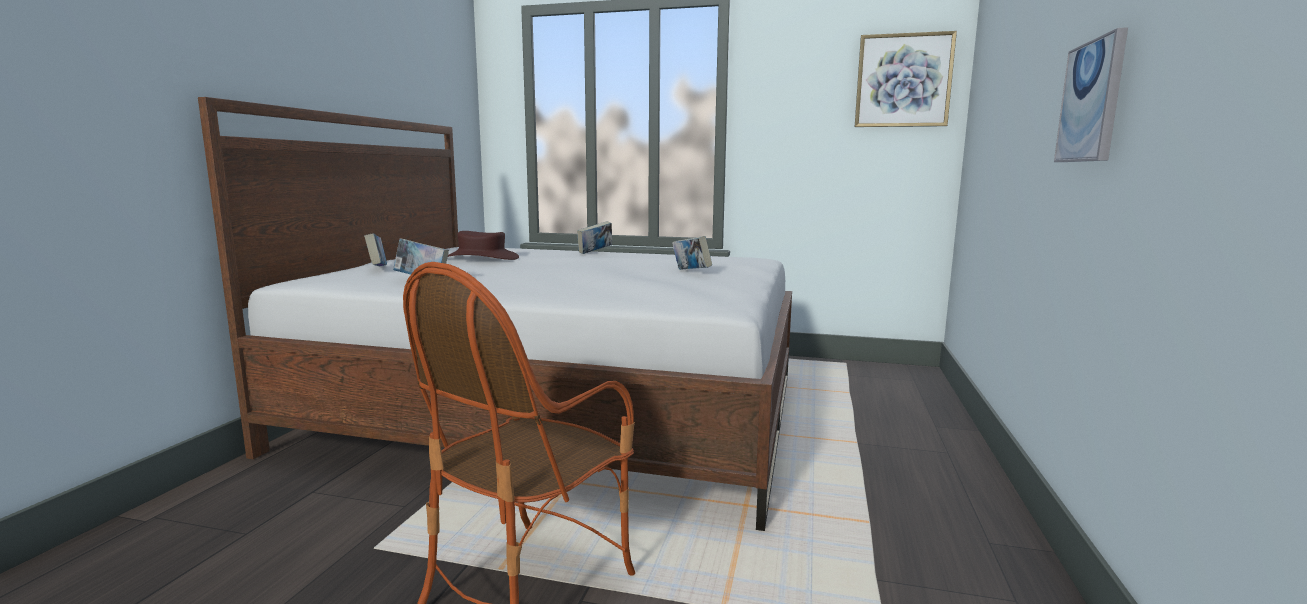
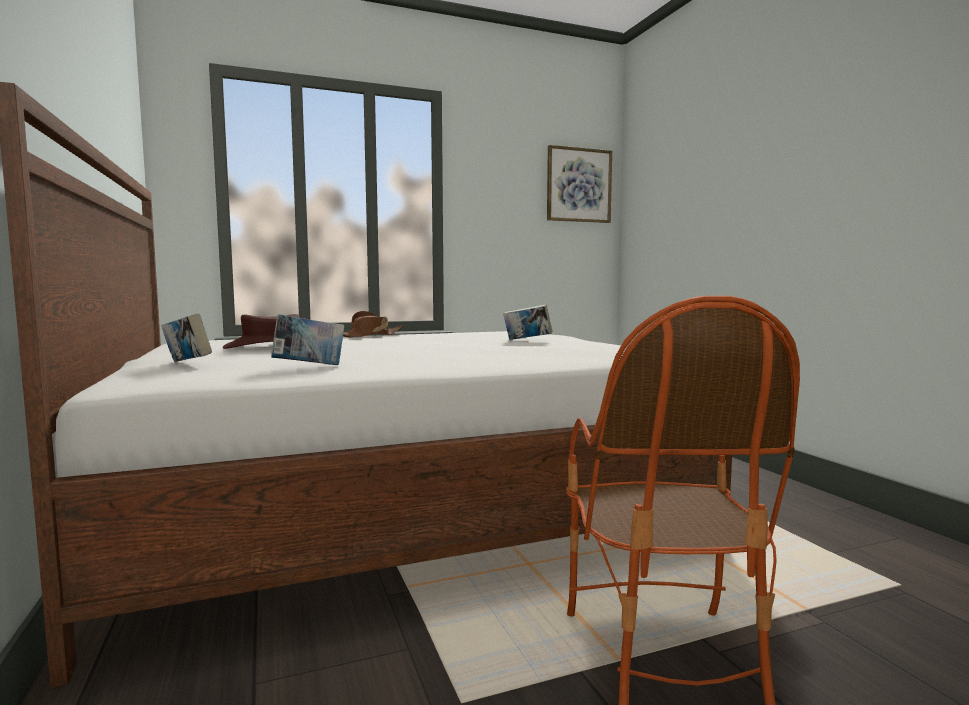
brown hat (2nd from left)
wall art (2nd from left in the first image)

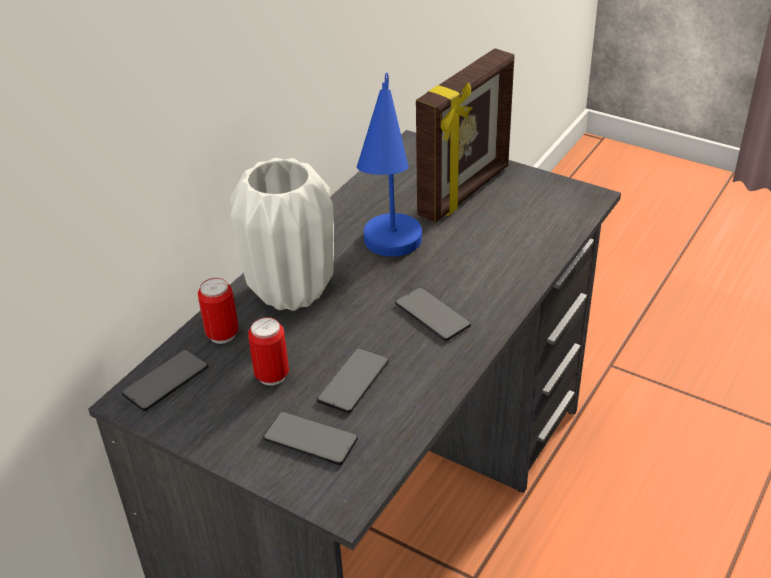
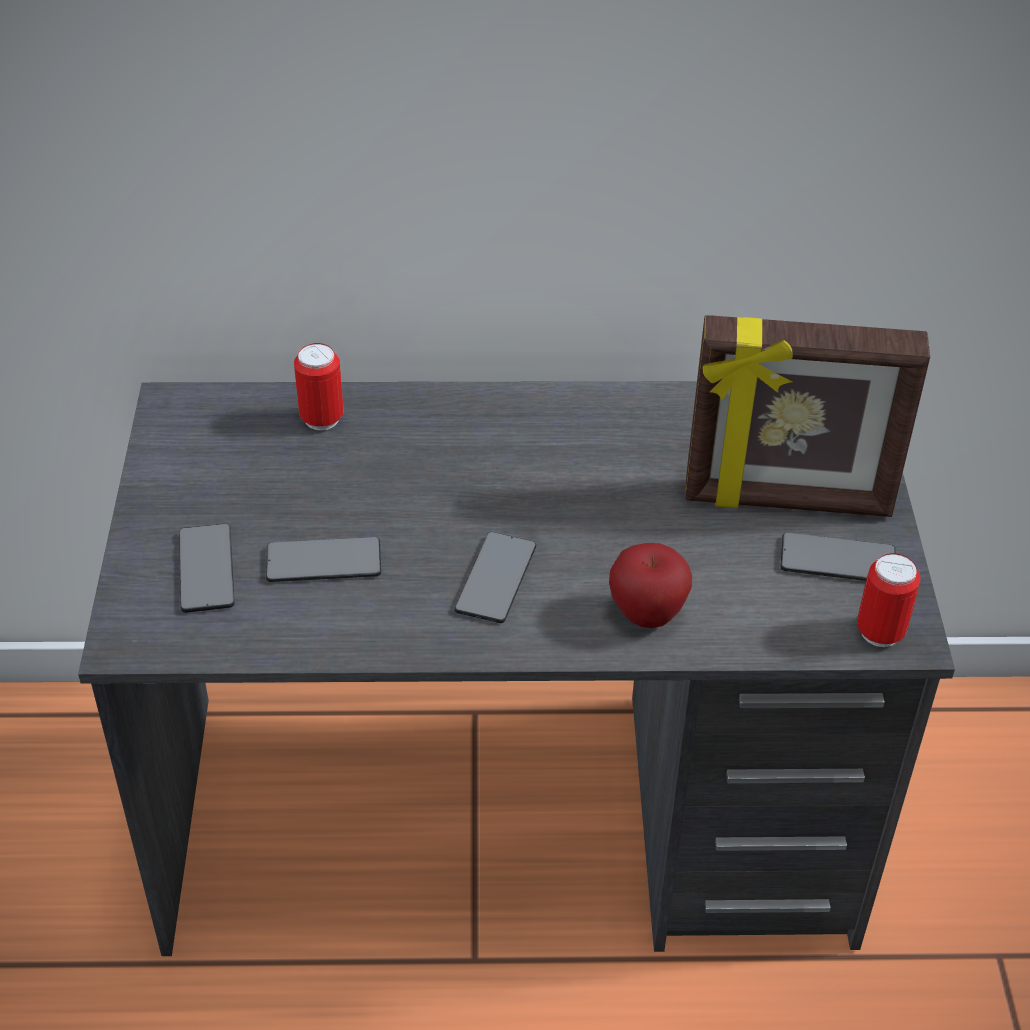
whole apple
phone (4th from left)
sealed can (2nd from left)
whitish flower vase
bluish table lamp

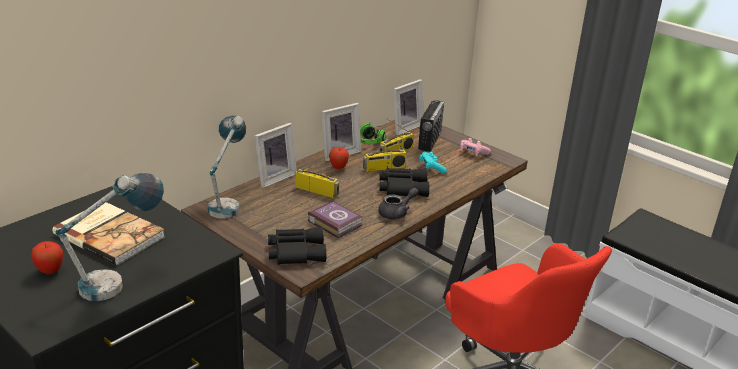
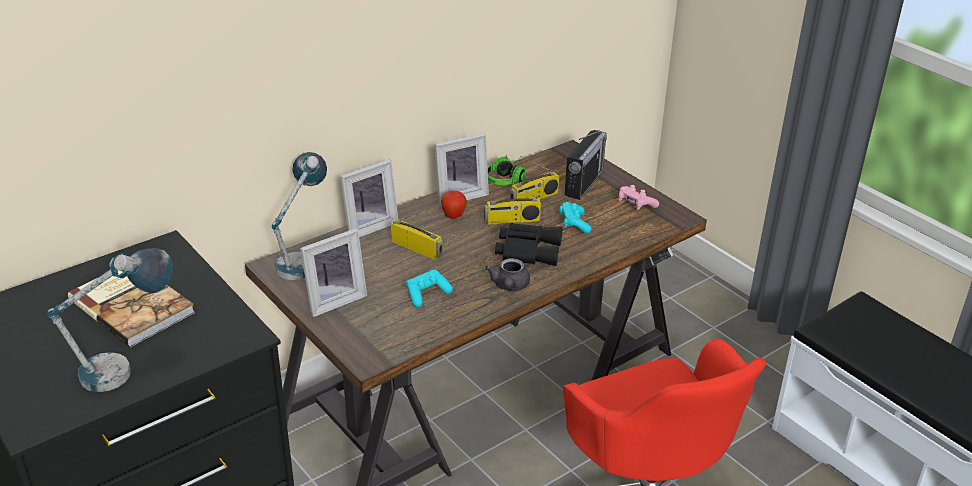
standing frame (1st from left)
blue-green game controller (1st from left)
gray tea pot
whole apple (1st from left in the first image)
blackish pair of binoculars (1st from left in the first image)

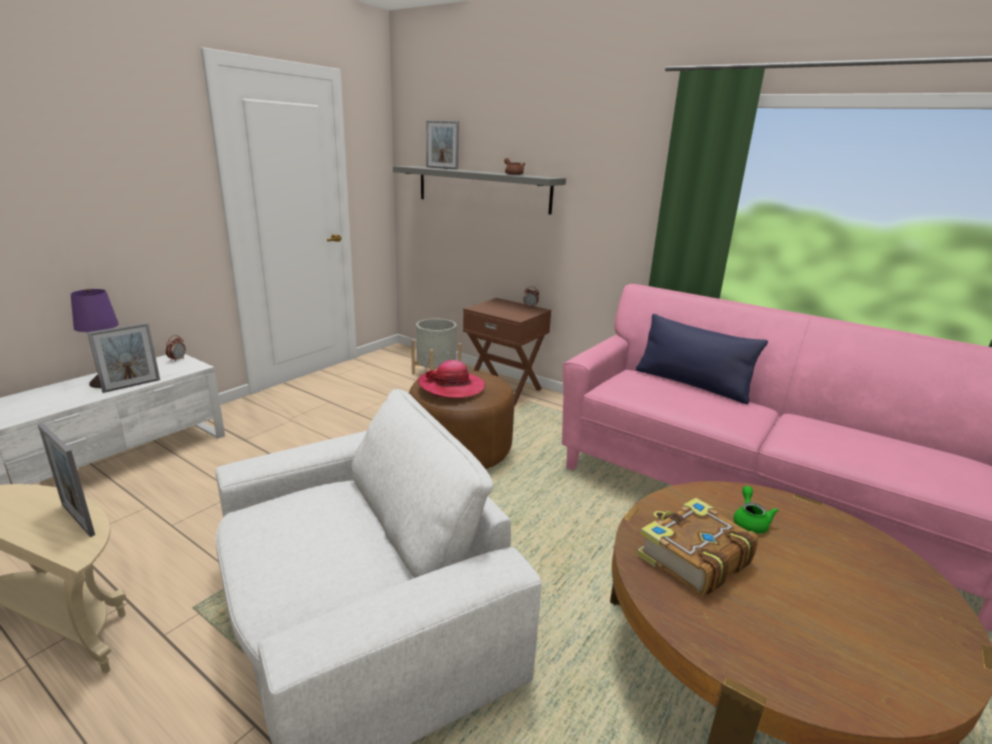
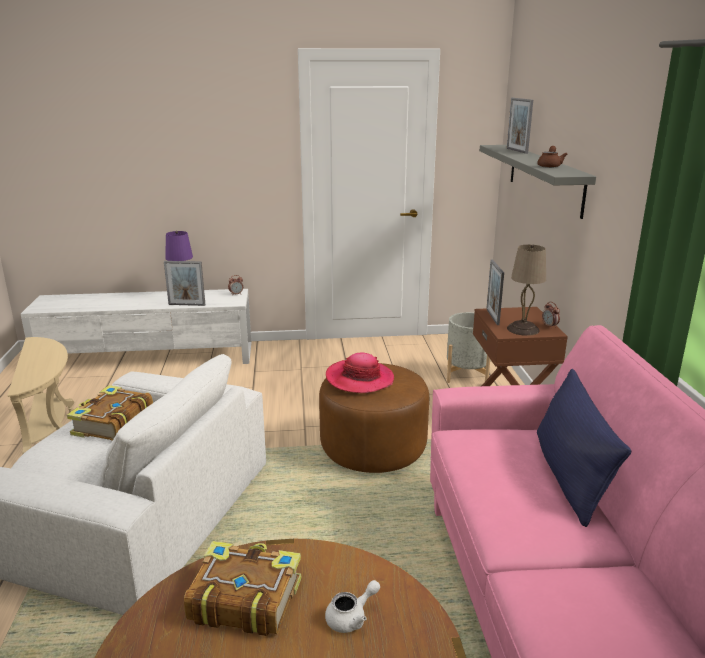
bound book (1st from left)
whitish tea pot
standing frame (2nd from left)
sand-coloured table lamp

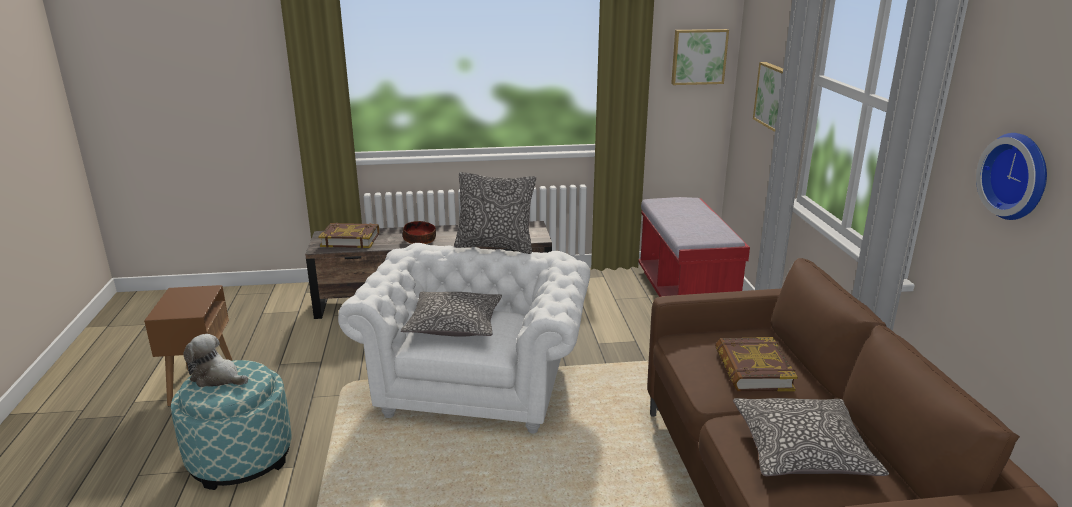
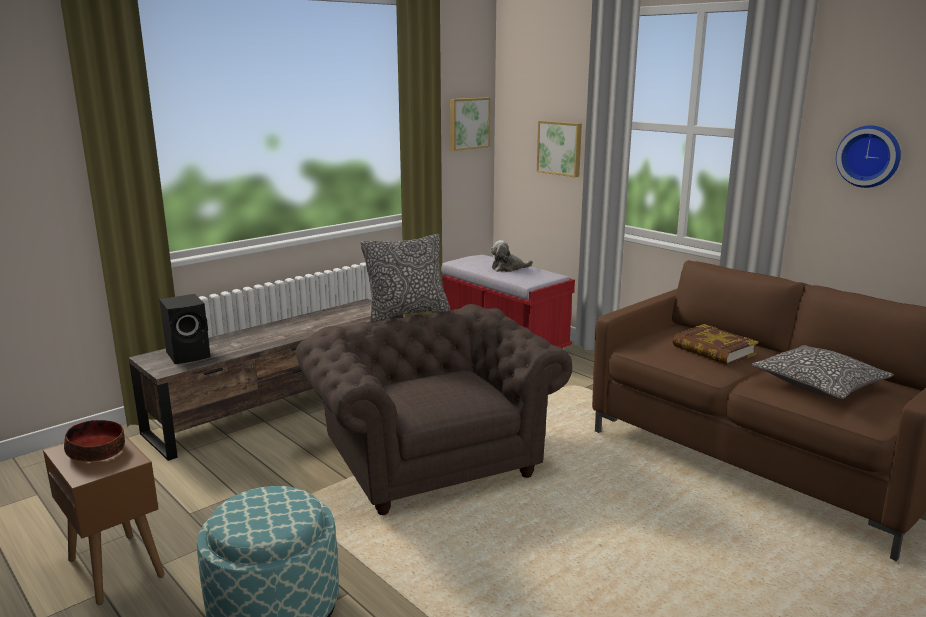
bowl
blackish speaker
brown armchair
cuddly toy
pillow (1st from left in the first image)

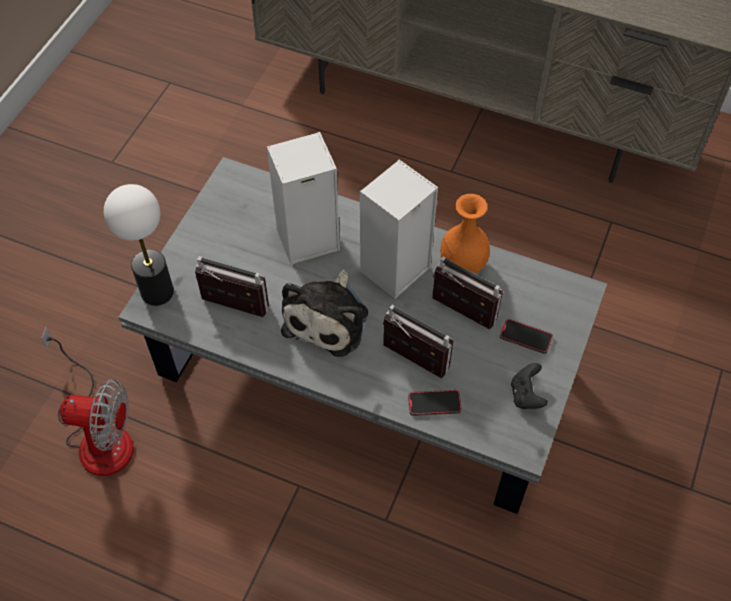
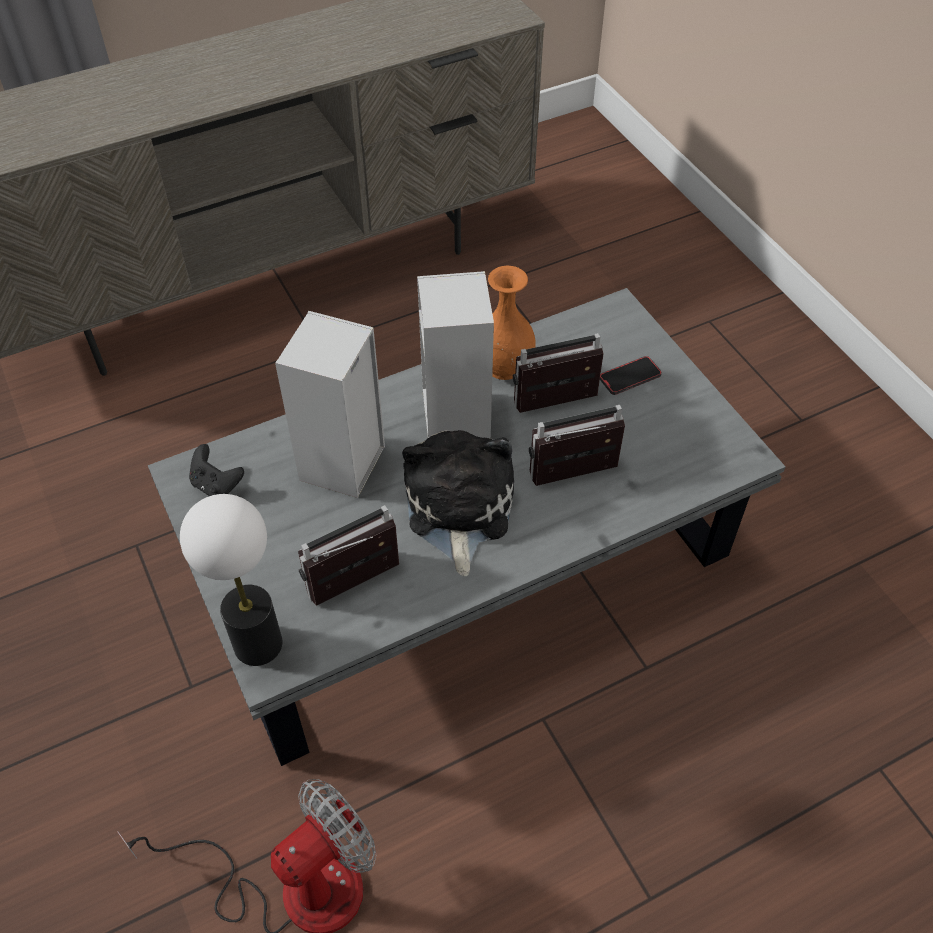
blackish game controller
cuddly toy
phone (1st from left in the first image)

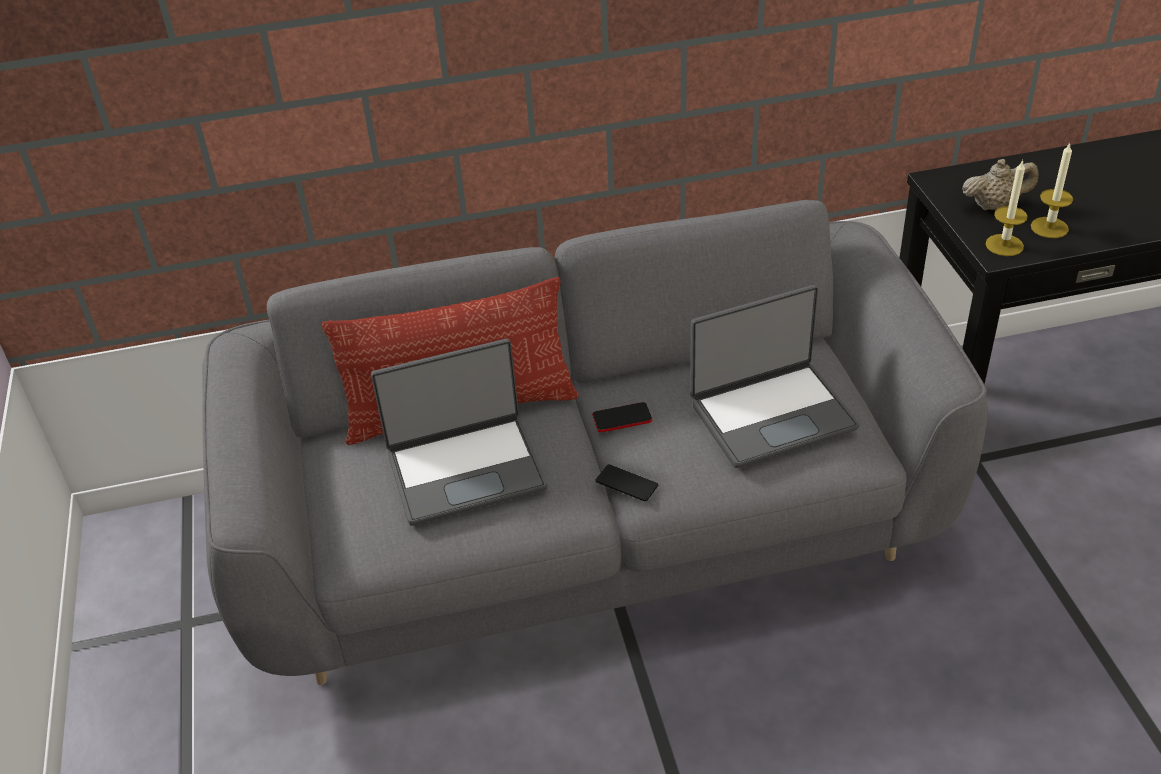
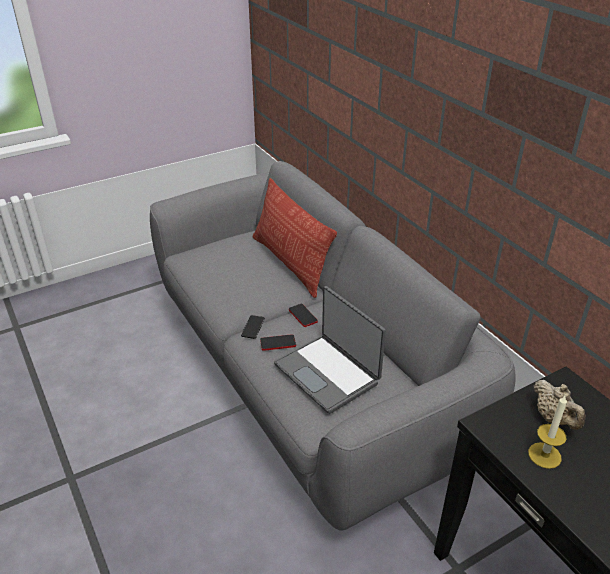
phone (2nd from left)
portable computer (1st from left in the first image)
candle (1st from left in the first image)

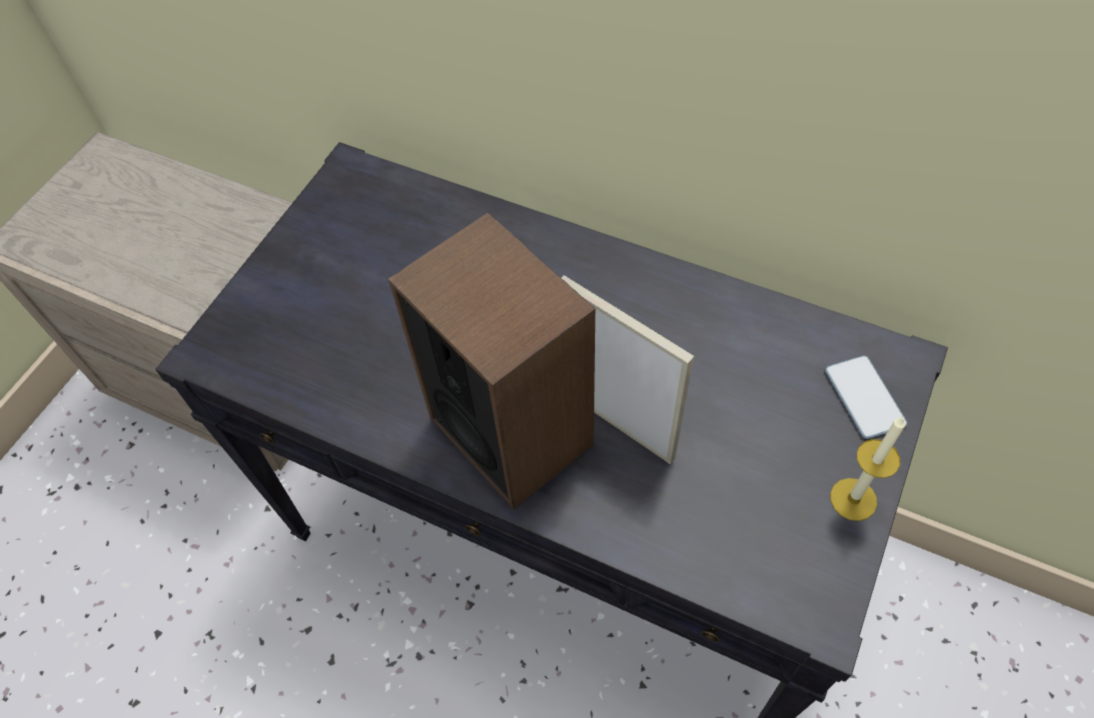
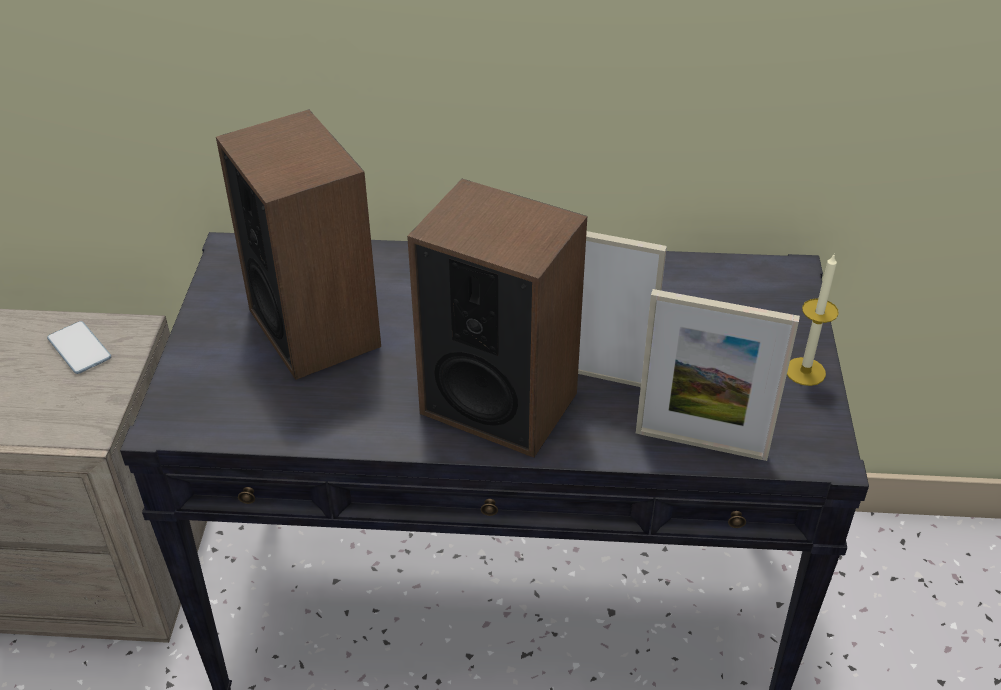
phone
speaker (1st from left)
standing frame (2nd from left)

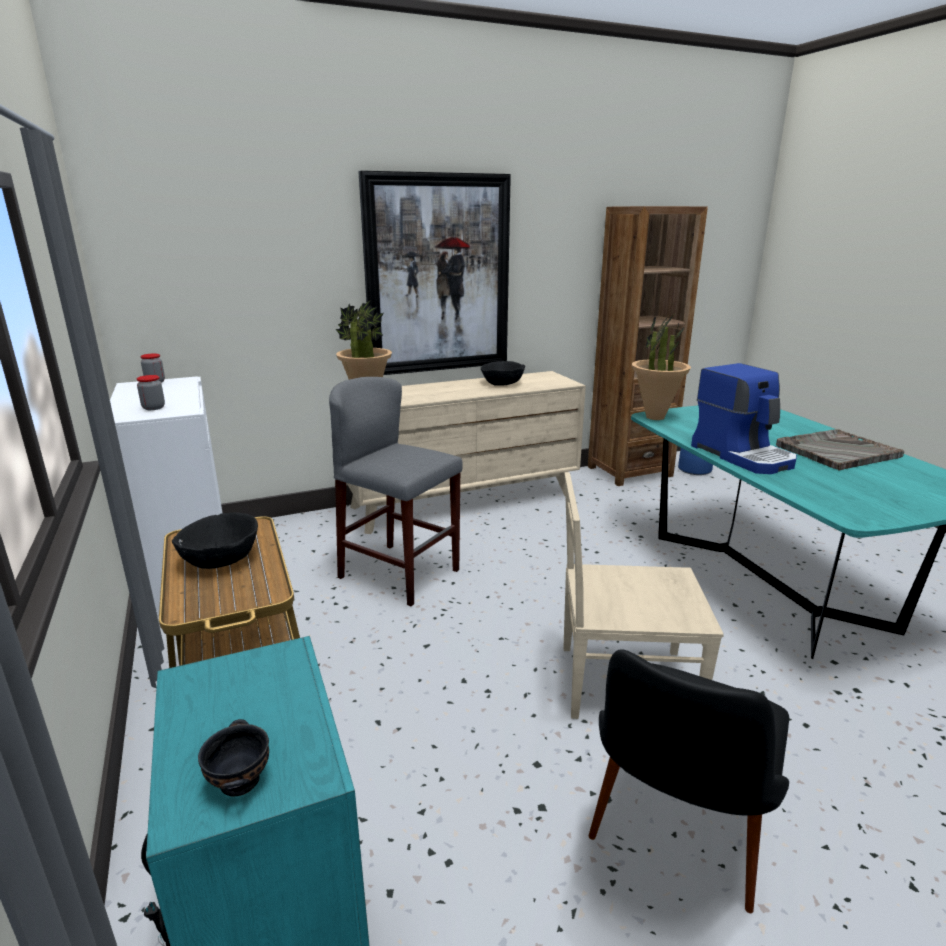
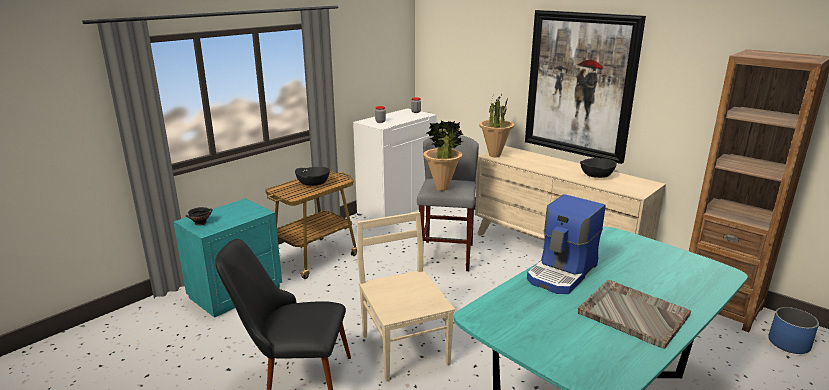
plant in a pot (1st from left)

